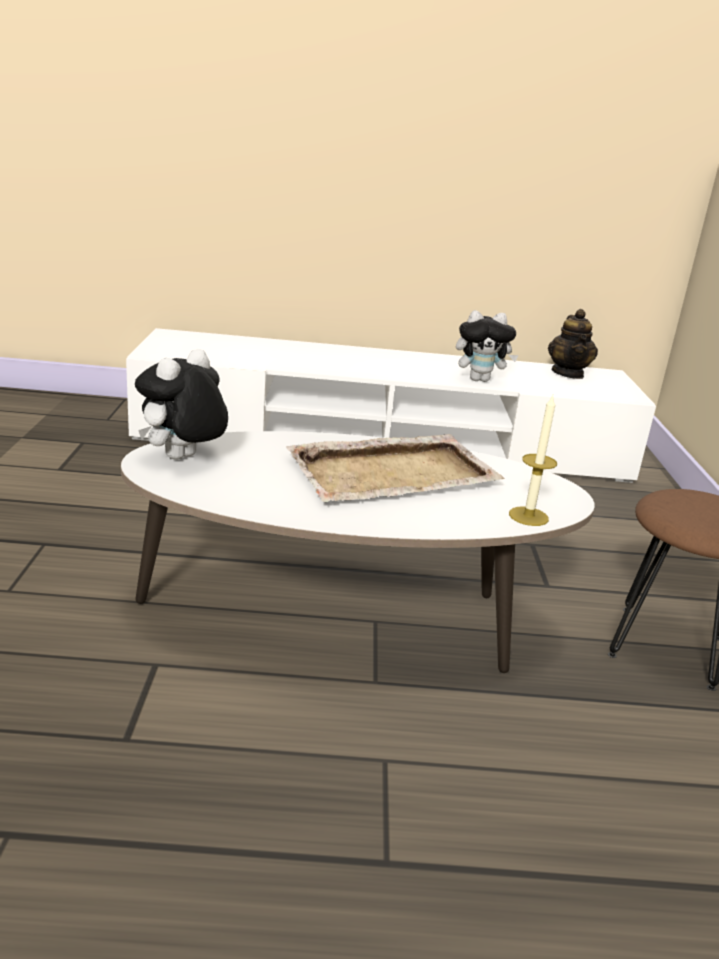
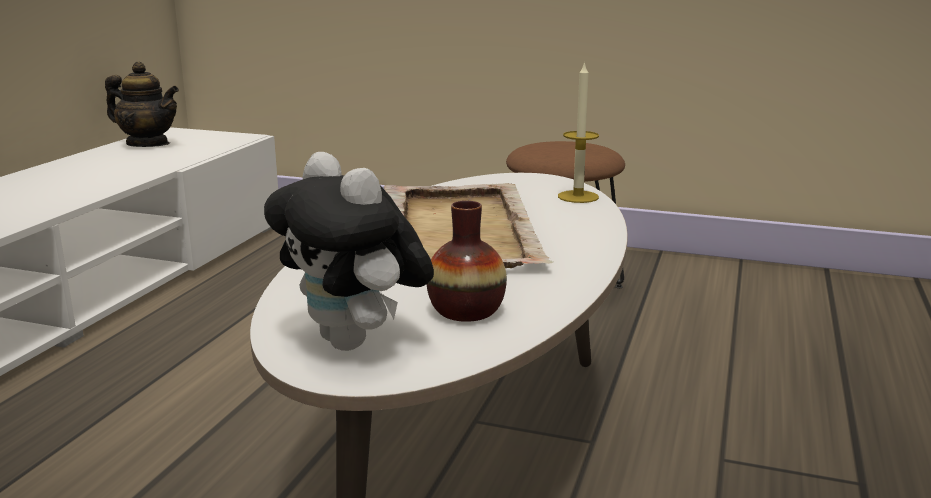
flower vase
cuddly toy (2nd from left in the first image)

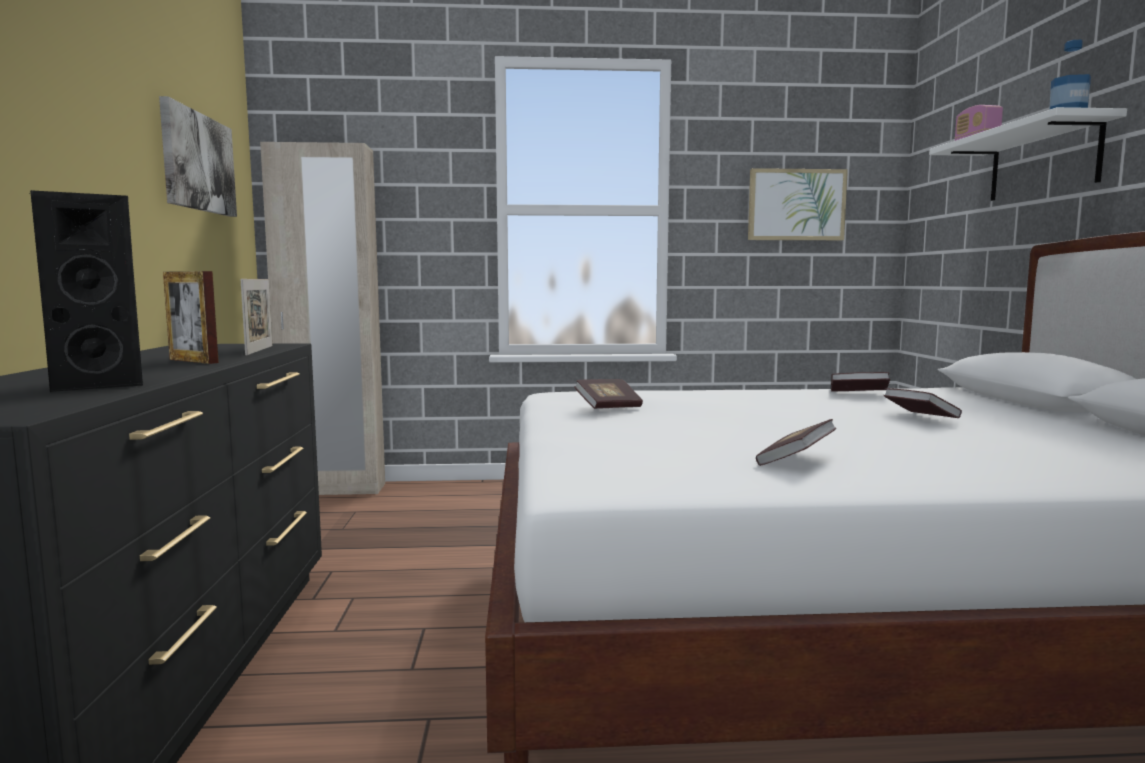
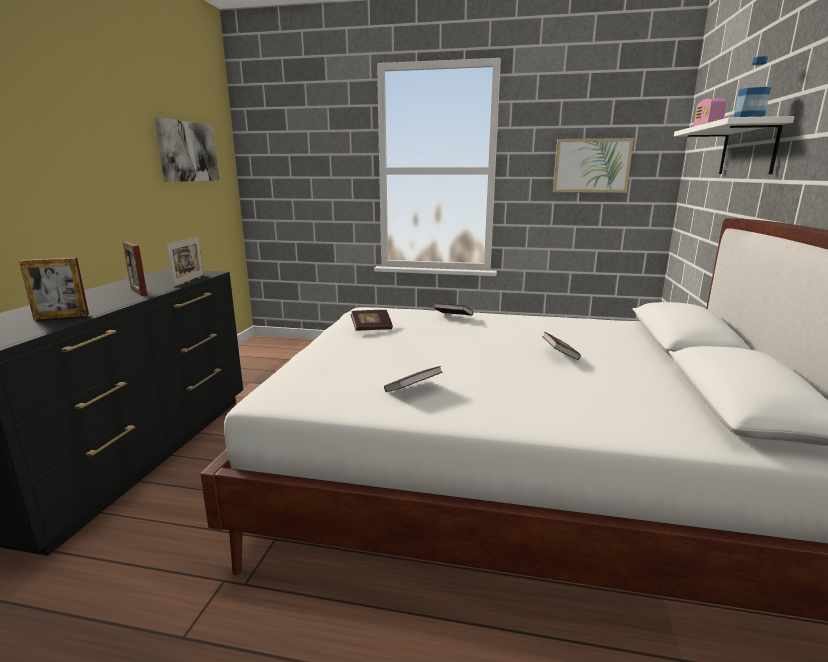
standing frame (1st from left)
bound book (3rd from left)
sand-coloured clothes cupboard

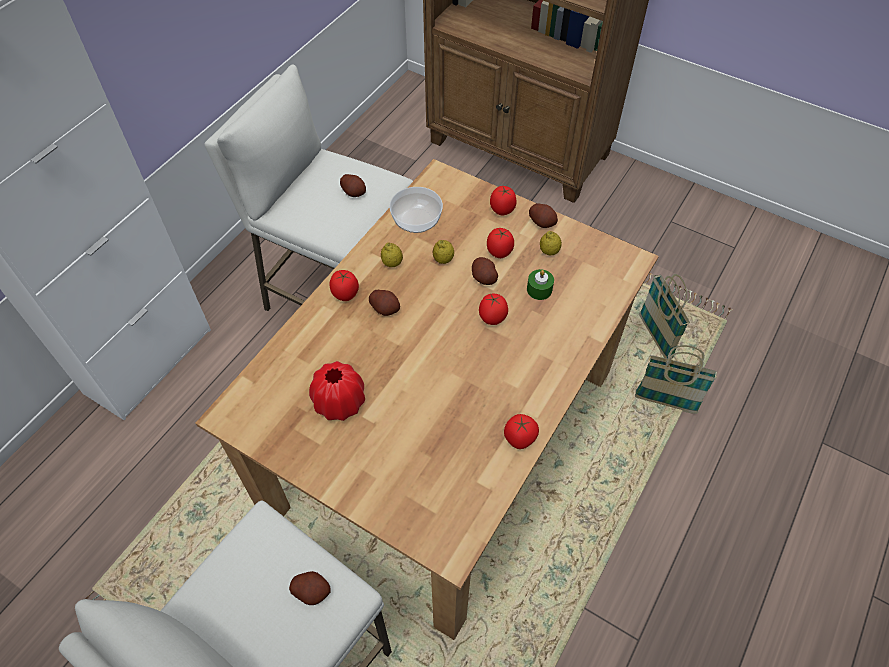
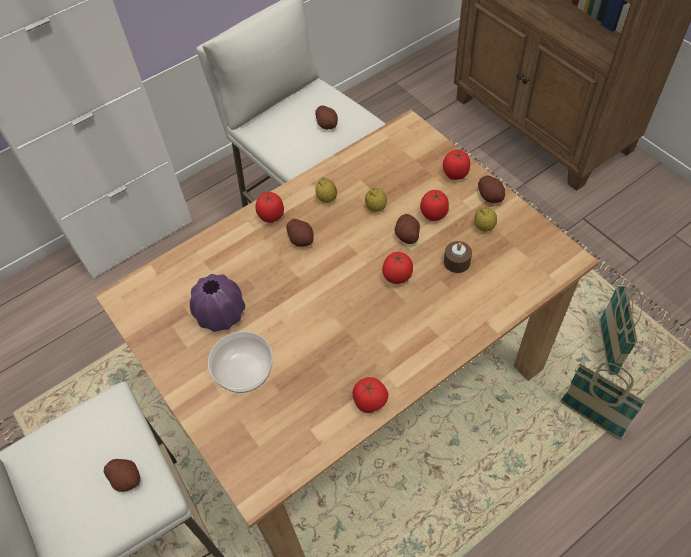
purple flower vase
bowl
brown candle

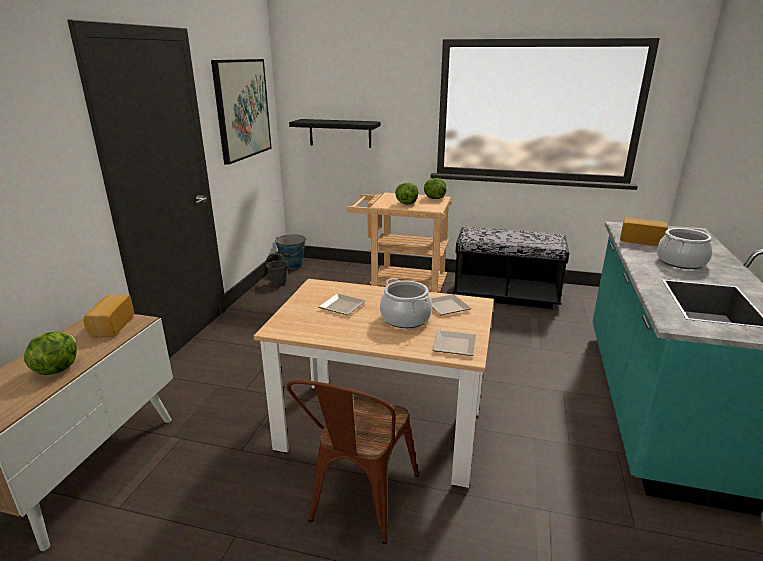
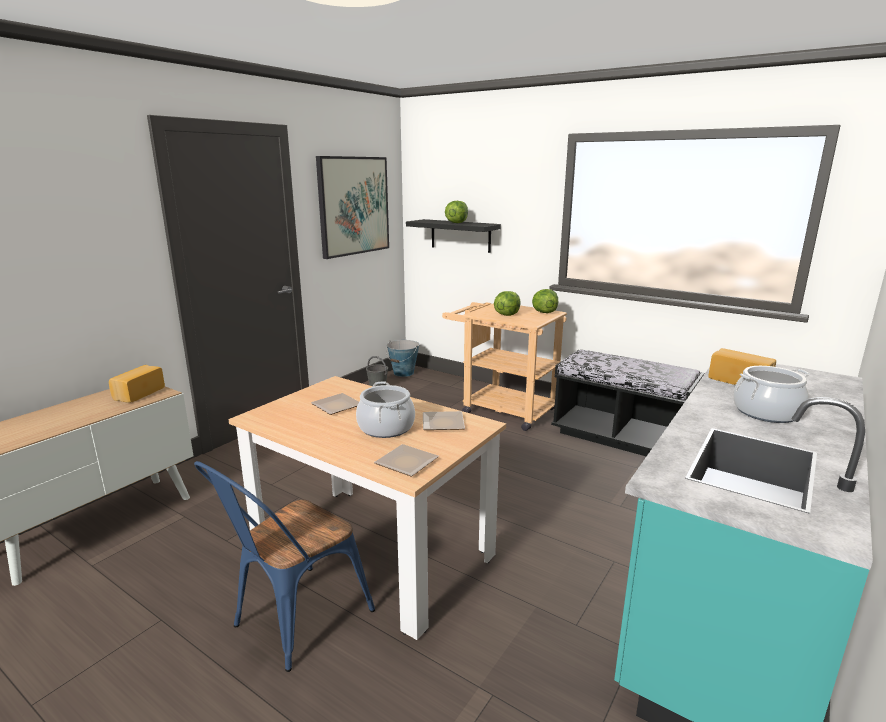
bluish upright chair
lettuce head (1st from left)

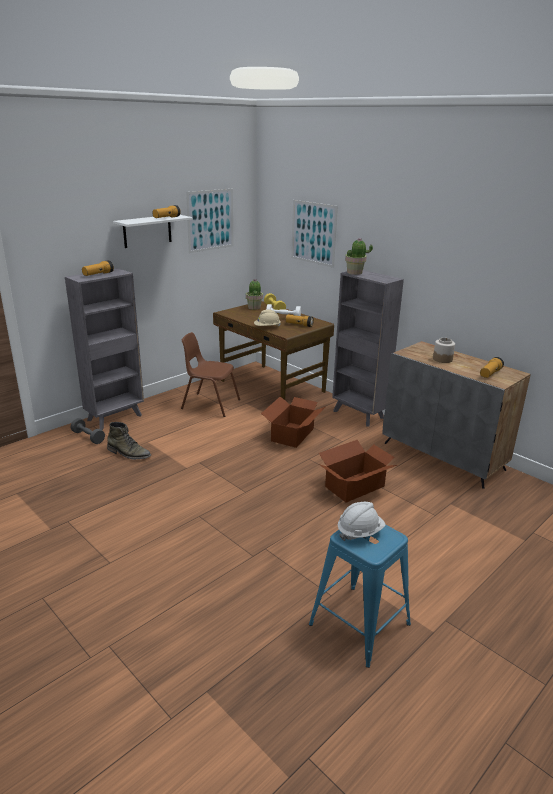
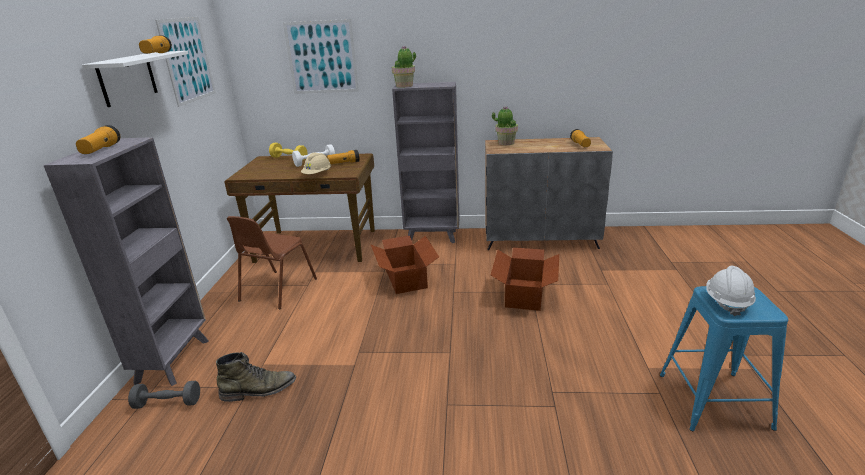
brown upright chair
plant in a pot (2nd from left)
preserve jar

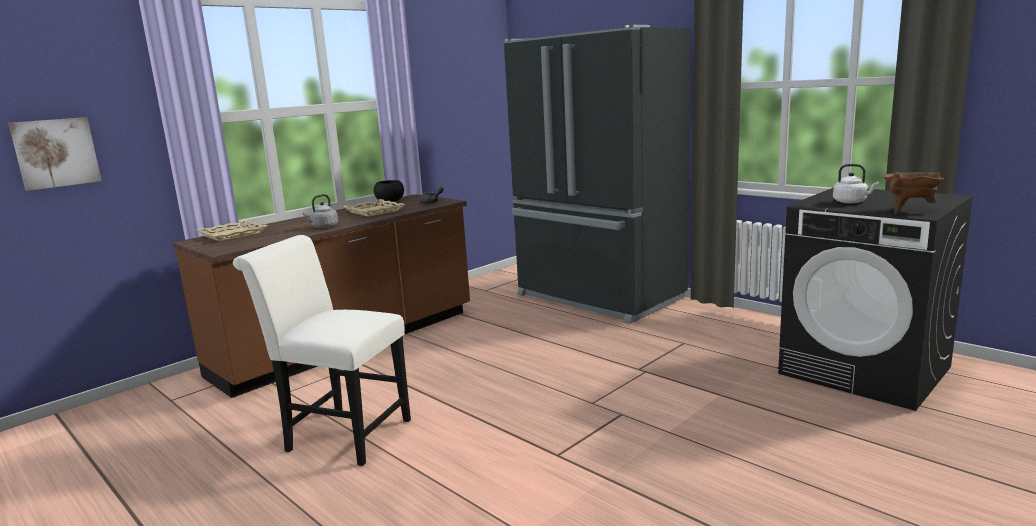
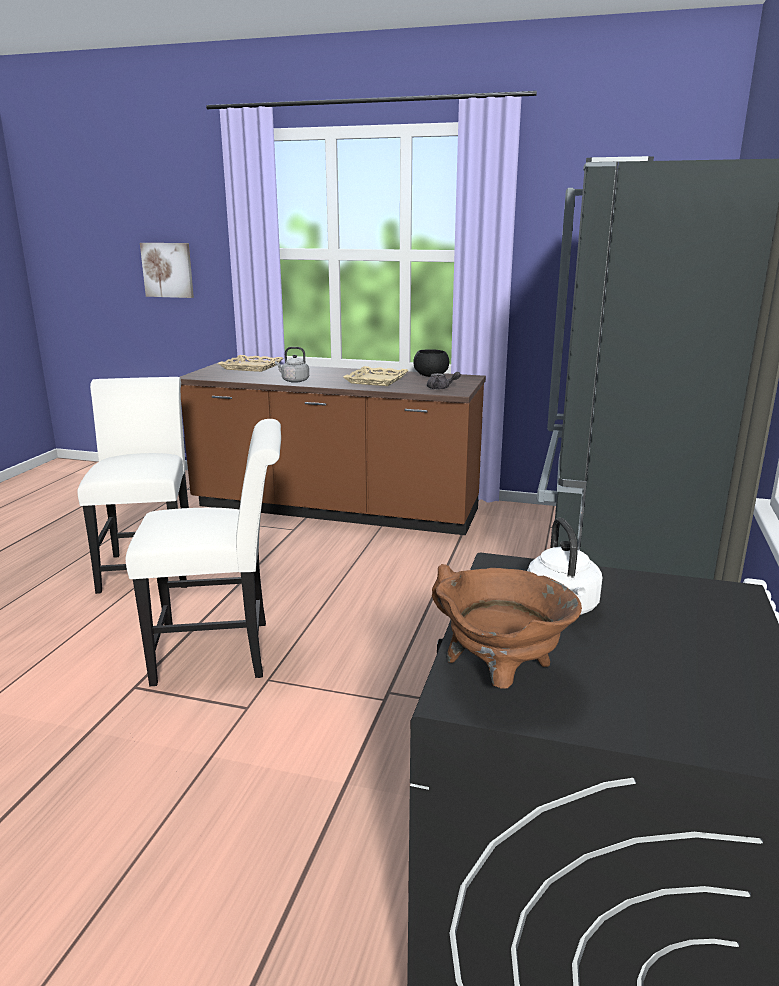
whitish upright chair (2nd from left)

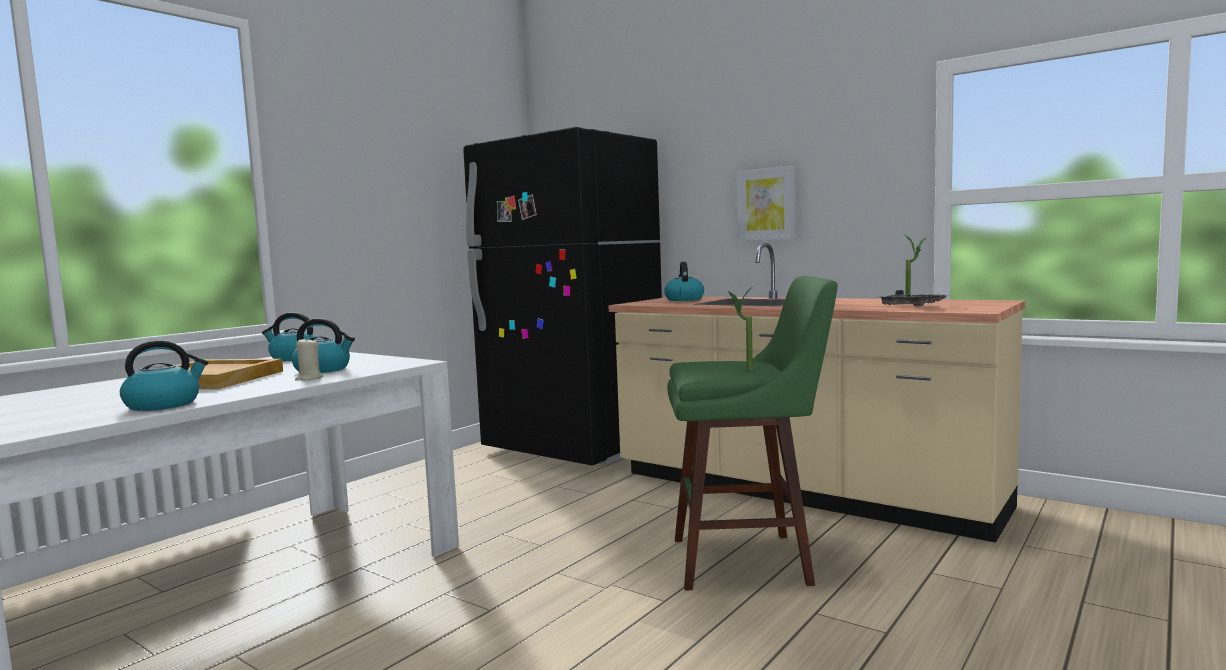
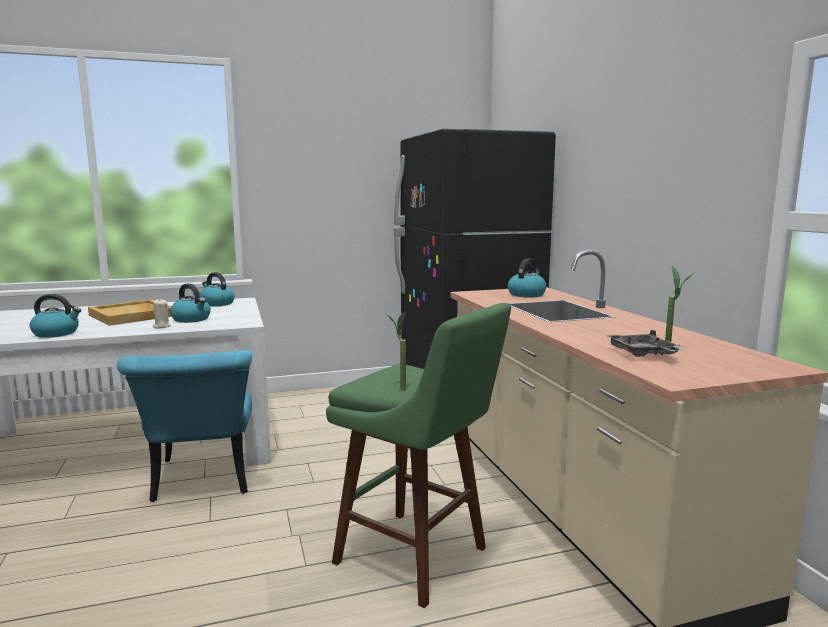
blue-green upright chair
wall art

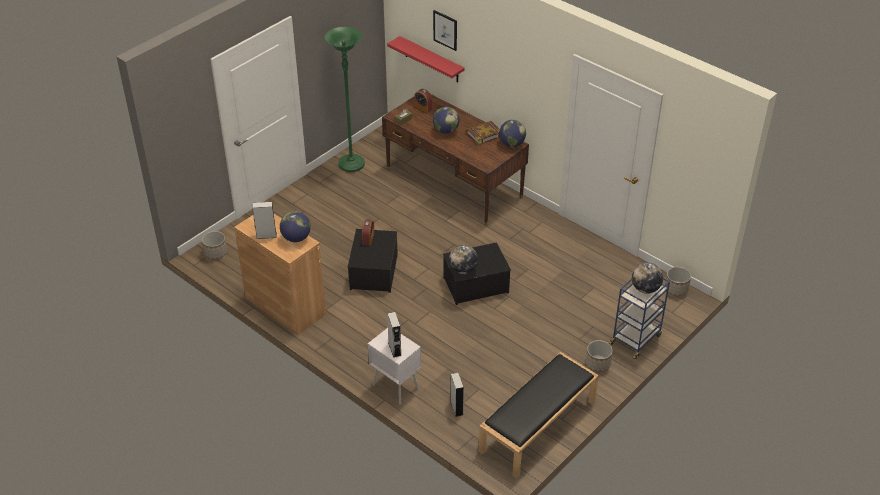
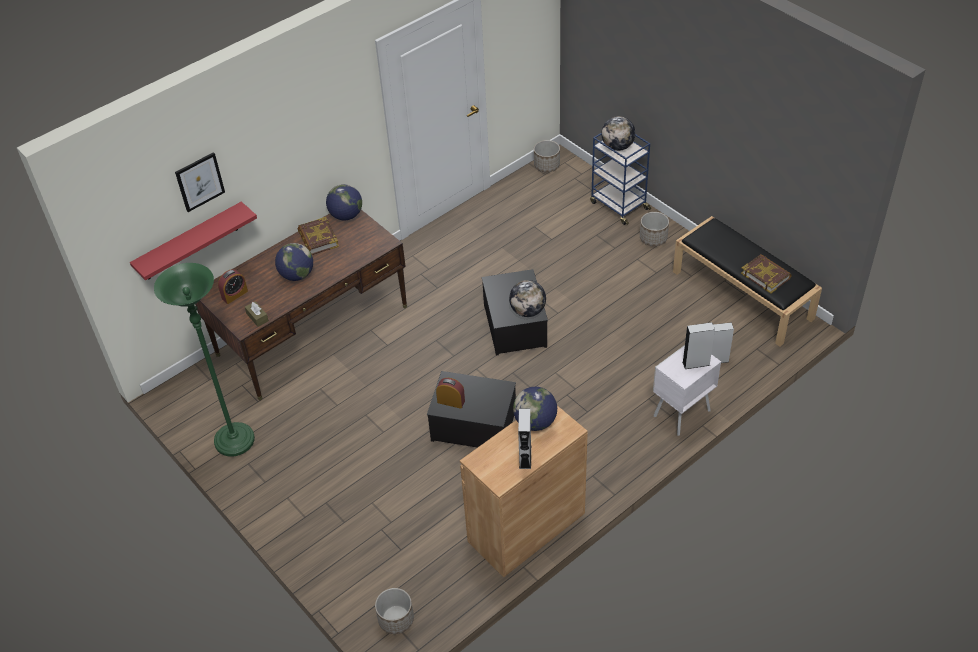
bound book (2nd from left)

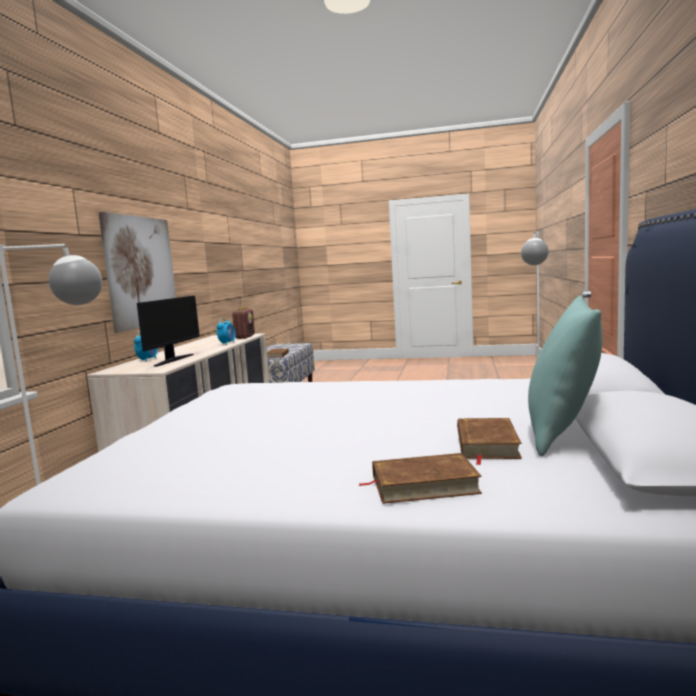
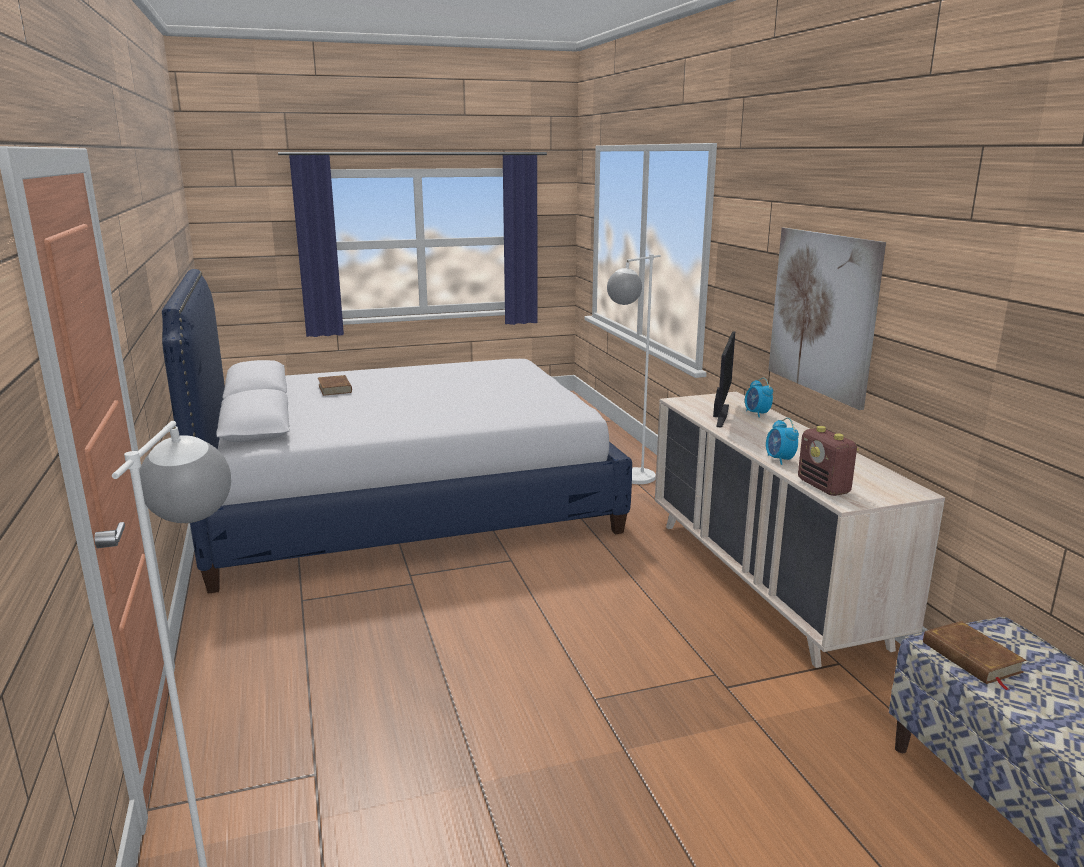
monitor
brown bound book (2nd from left in the first image)
blue-green pillow

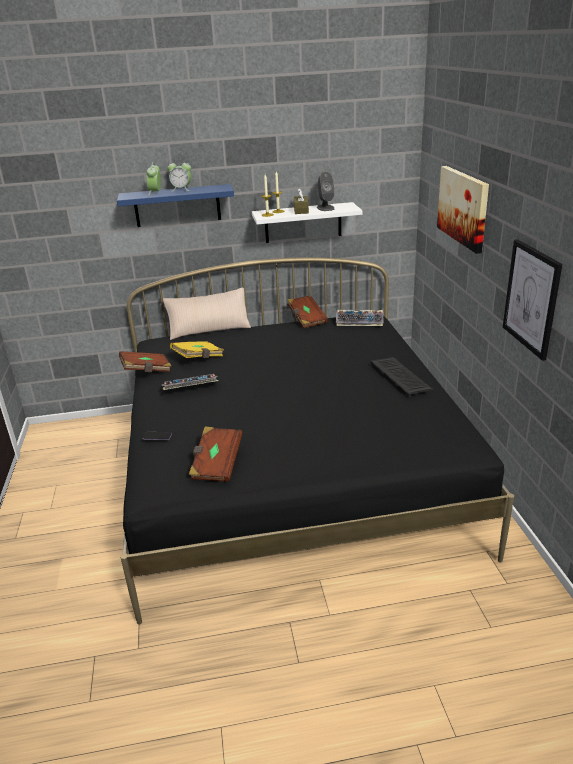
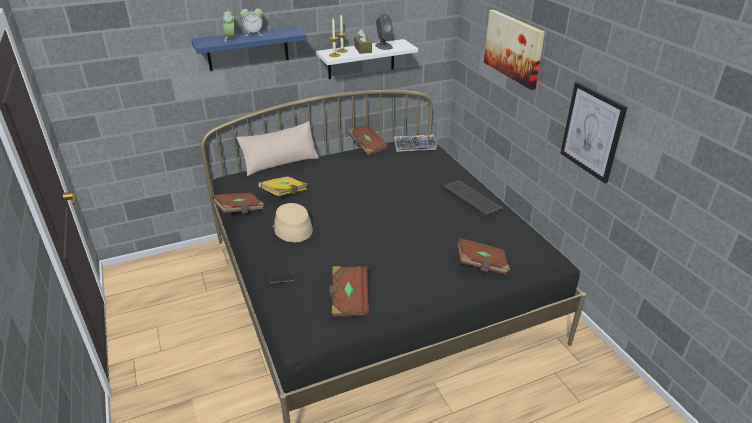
sand-coloured hat
brown bound book (4th from left)

